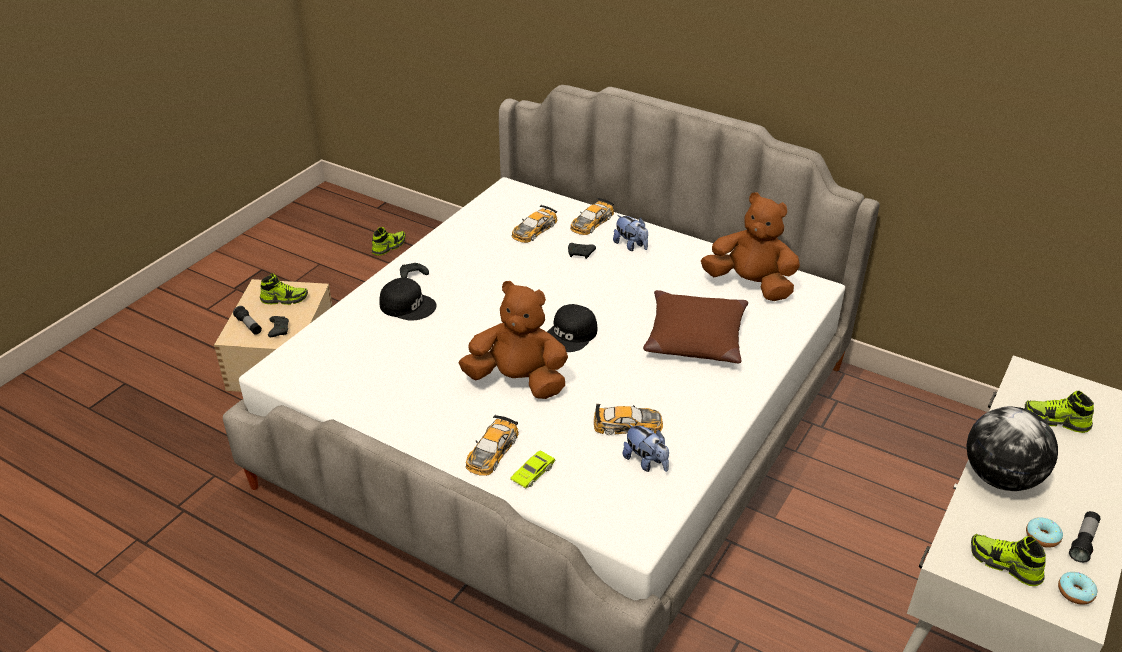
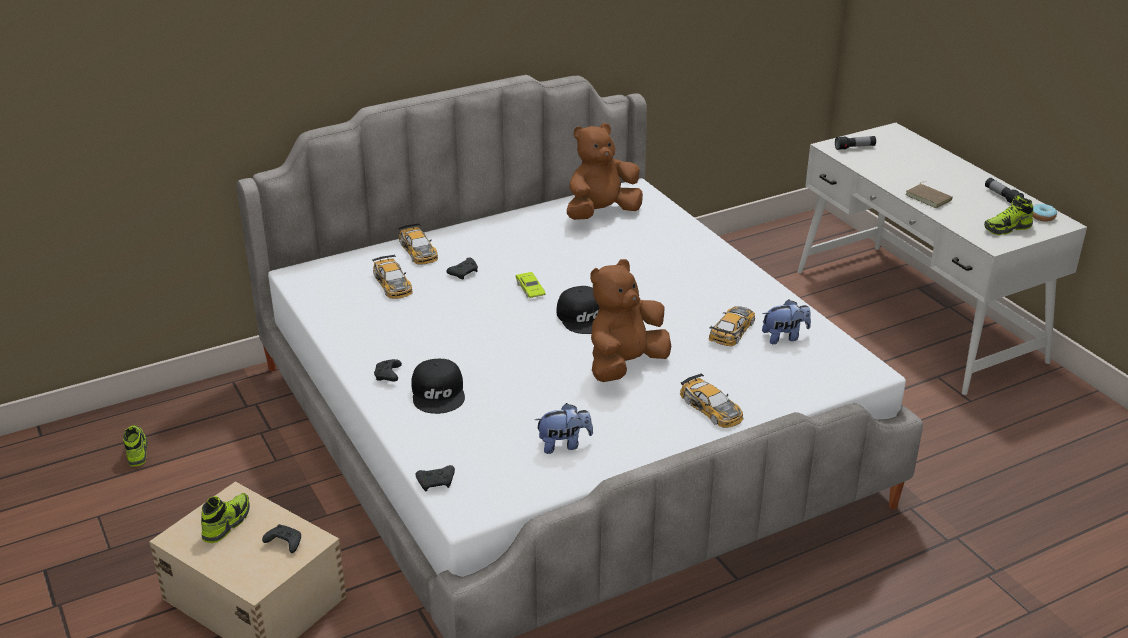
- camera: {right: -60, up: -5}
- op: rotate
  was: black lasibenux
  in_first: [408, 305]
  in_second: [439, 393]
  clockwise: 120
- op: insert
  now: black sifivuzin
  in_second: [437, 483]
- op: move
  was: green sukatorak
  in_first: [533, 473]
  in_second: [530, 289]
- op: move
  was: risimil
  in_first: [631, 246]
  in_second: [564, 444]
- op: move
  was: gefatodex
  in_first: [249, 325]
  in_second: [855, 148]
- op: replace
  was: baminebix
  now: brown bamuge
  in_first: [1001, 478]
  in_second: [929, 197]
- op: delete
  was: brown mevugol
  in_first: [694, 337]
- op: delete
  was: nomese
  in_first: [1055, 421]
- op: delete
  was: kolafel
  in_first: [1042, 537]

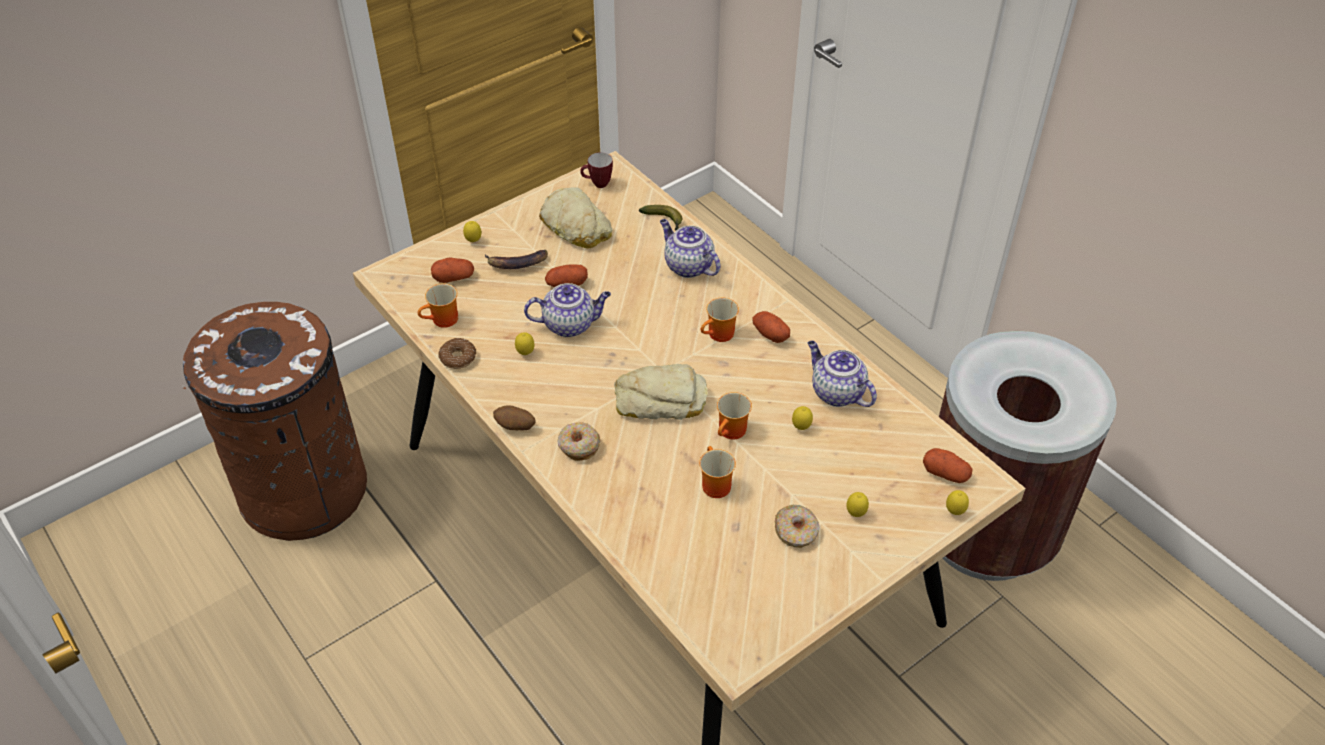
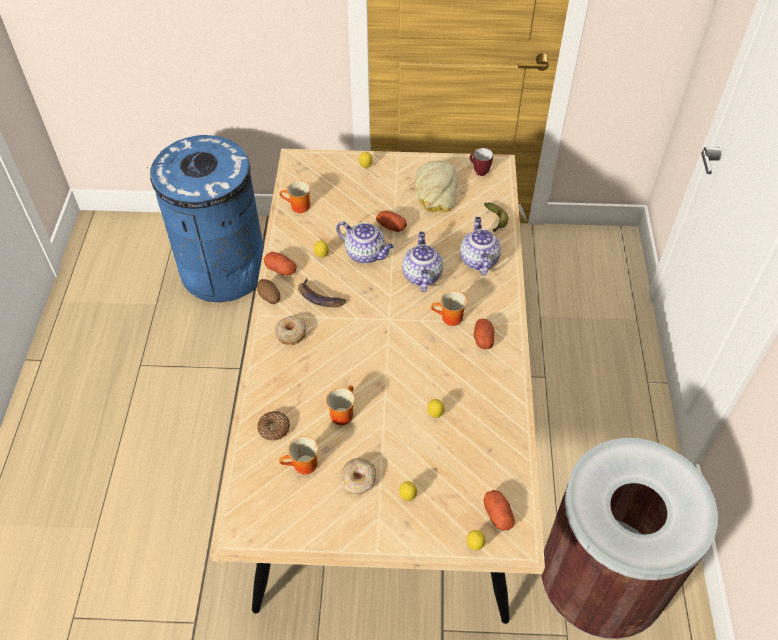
- camera: {right: 40, up: 5}
- op: recolor
  was: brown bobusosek
  now: blue bobusosek
  in_first: [304, 490]
  in_second: [223, 270]
- op: move
  was: kolafel
  in_first: [458, 358]
  in_second: [274, 428]
- op: move
  was: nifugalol
  in_first: [454, 277]
  in_second: [281, 269]
- op: move
  was: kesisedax
  in_first: [732, 432]
  in_second: [303, 466]
- op: move
  was: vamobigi
  in_first: [516, 263]
  in_second: [319, 298]
- op: move
  was: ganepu
  in_first: [836, 392]
  in_second: [421, 275]
- op: delete
  was: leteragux
  in_first: [660, 399]

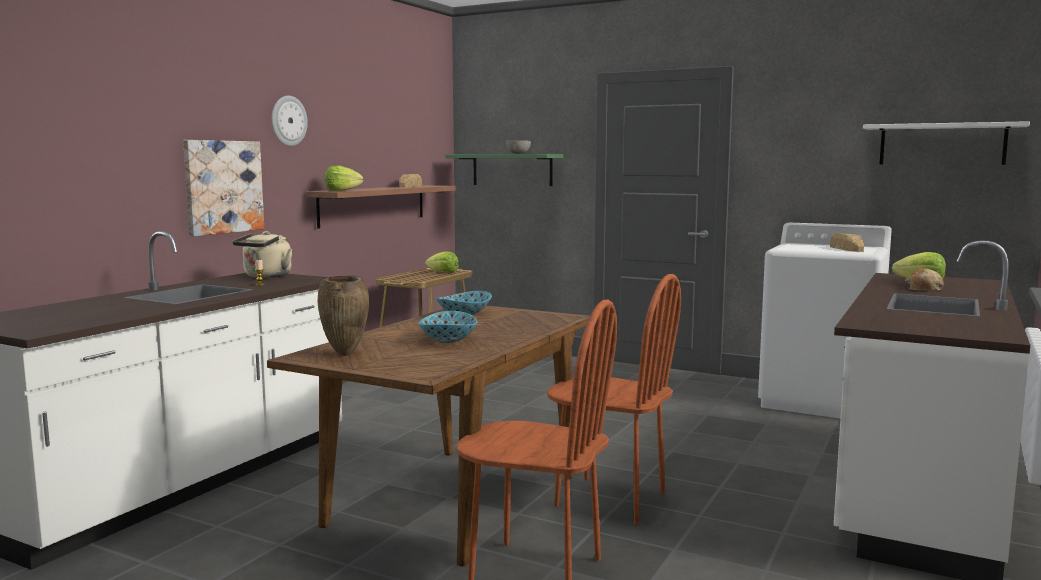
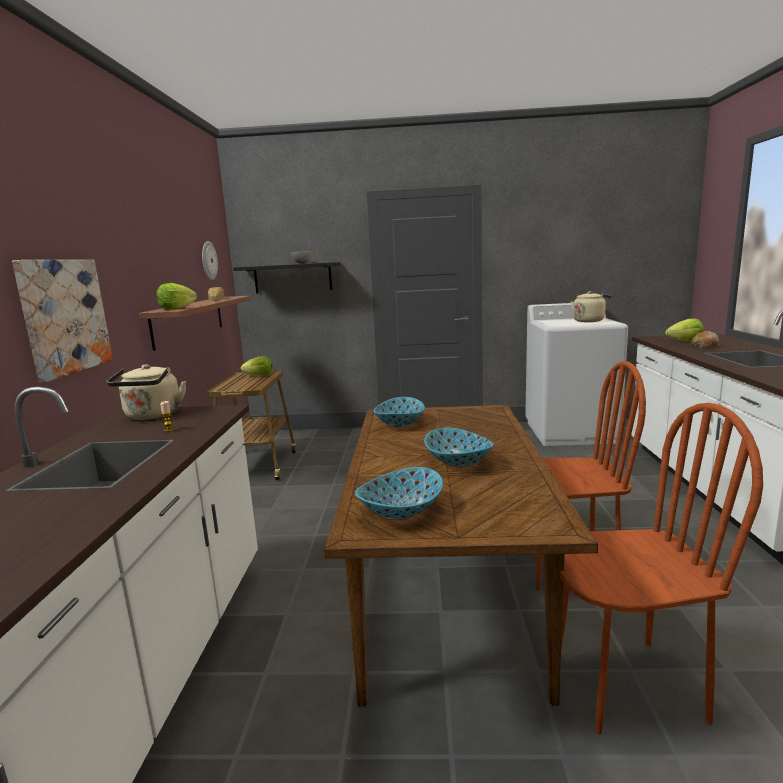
- camera: {right: -25, up: 5}
- op: move
  was: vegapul
  in_first: [288, 121]
  in_second: [208, 260]
- op: recolor
  was: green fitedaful
  now: black fitedaful
  in_first: [512, 170]
  in_second: [293, 278]
- op: replace
  was: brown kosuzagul
  now: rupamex
  in_first: [346, 354]
  in_second: [401, 512]
- op: replace
  was: leteragux
  now: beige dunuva
  in_first: [846, 248]
  in_second: [589, 321]
- op: delete
  was: white fitedaful
  in_first: [942, 144]

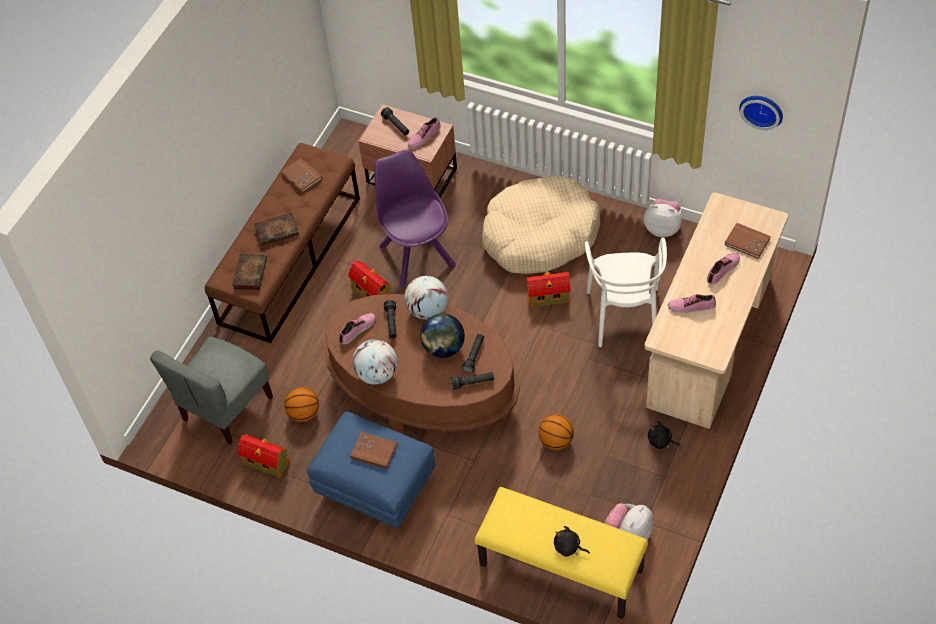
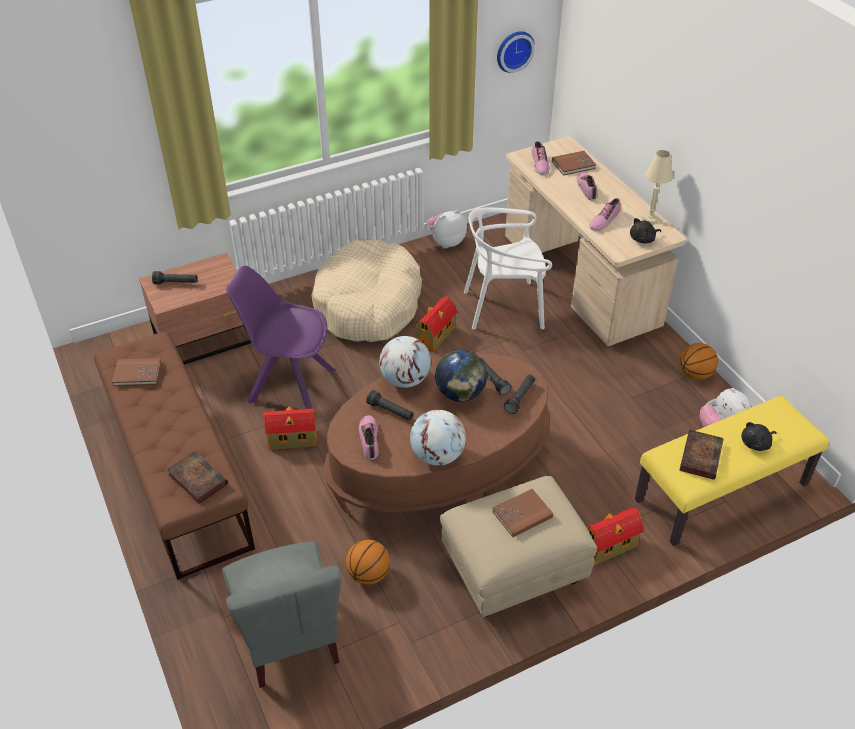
- camera: {right: -55, up: -10}
- op: recolor
  was: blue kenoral
  now: beige kenoral
  in_first: [375, 487]
  in_second: [512, 571]
- op: rotate
  was: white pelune
  in_first: [624, 316]
  in_second: [504, 307]
  clockwise: 135
- op: move
  was: nomese
  in_first: [424, 136]
  in_second: [539, 163]
- op: move
  was: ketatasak
  in_first: [267, 463]
  in_second: [610, 546]
- op: move
  was: black risimil
  in_first: [661, 441]
  in_second: [643, 239]
- op: insert
  now: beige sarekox
  in_second: [650, 219]
- op: move
  was: bamuge
  in_first: [278, 230]
  in_second: [700, 455]
- op: move
  was: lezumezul
  in_first: [556, 441]
  in_second: [695, 374]

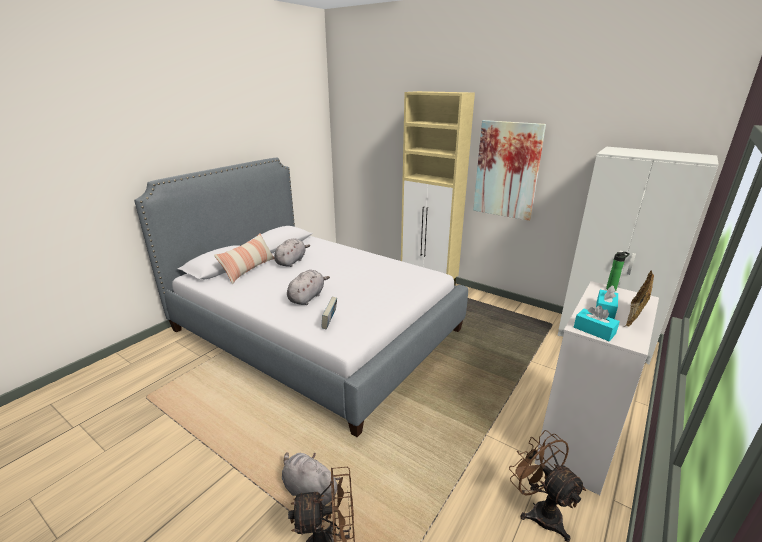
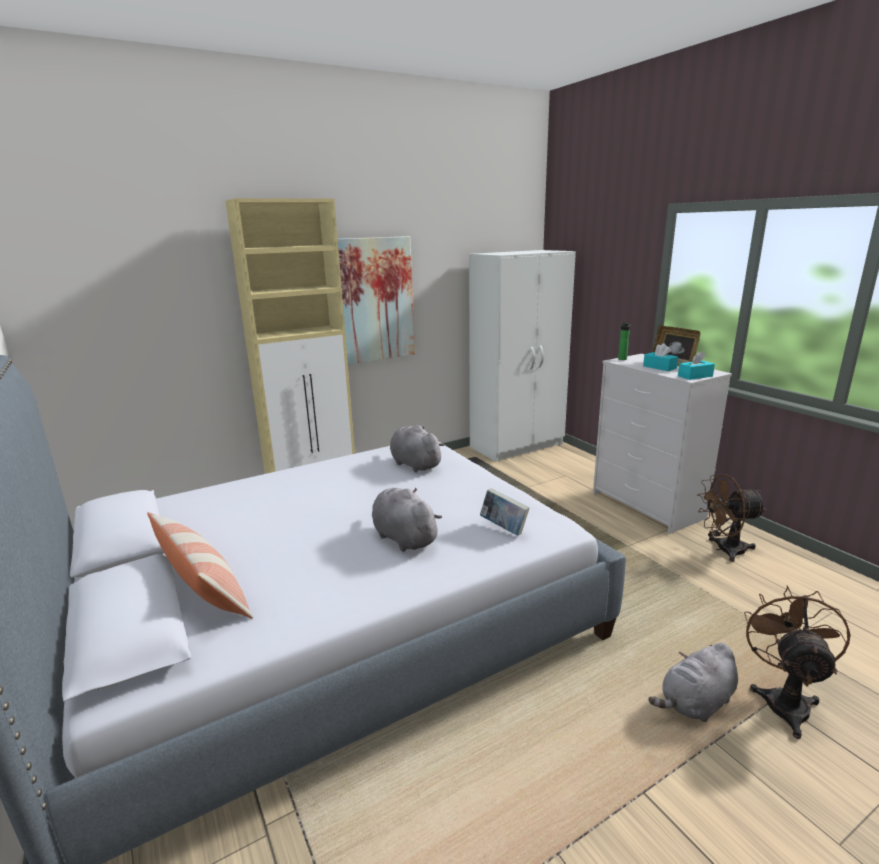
- camera: {right: -65, up: -5}
- op: move
  was: grey risimil
  in_first: [291, 261]
  in_second: [414, 464]

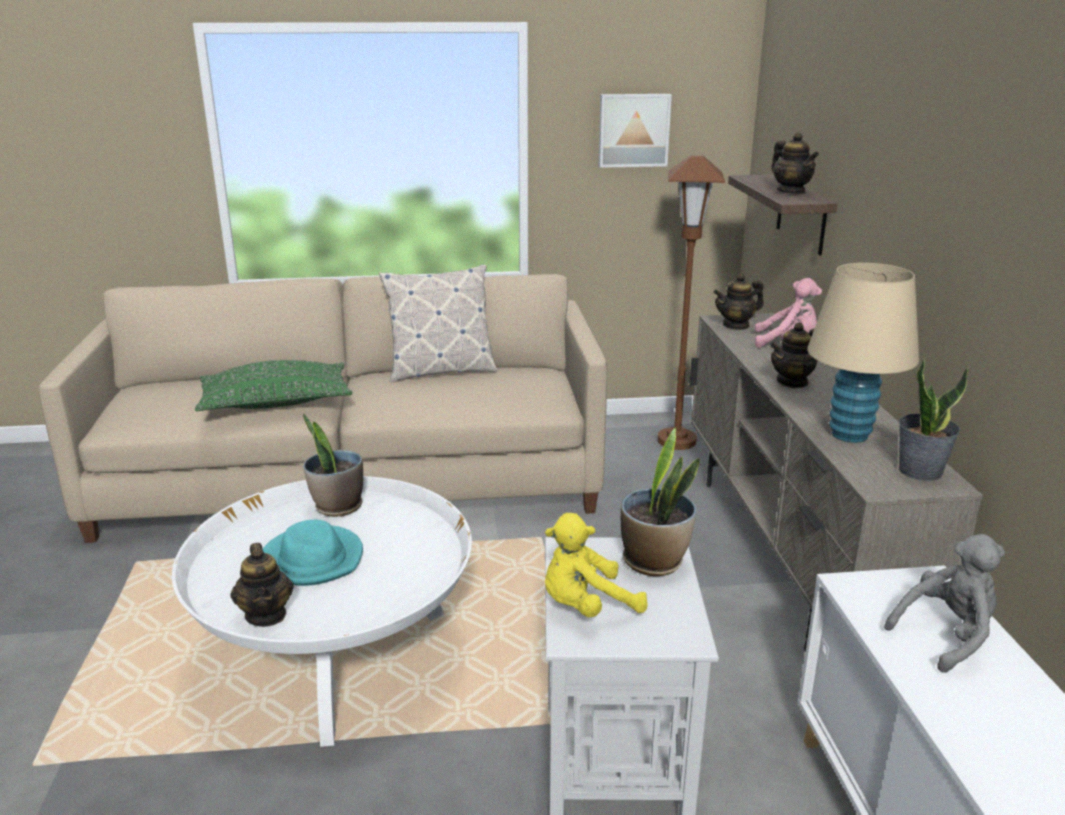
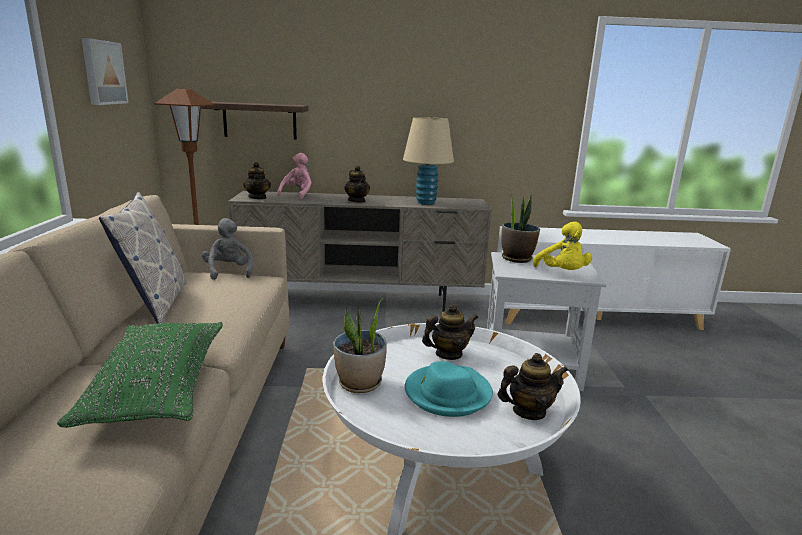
- camera: {right: -85, up: -5}
- op: move
  was: grey risimil
  in_first: [946, 636]
  in_second: [228, 272]
- op: move
  was: ganepu
  in_first: [791, 192]
  in_second: [448, 354]
- op: delete
  was: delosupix
  in_first: [919, 471]

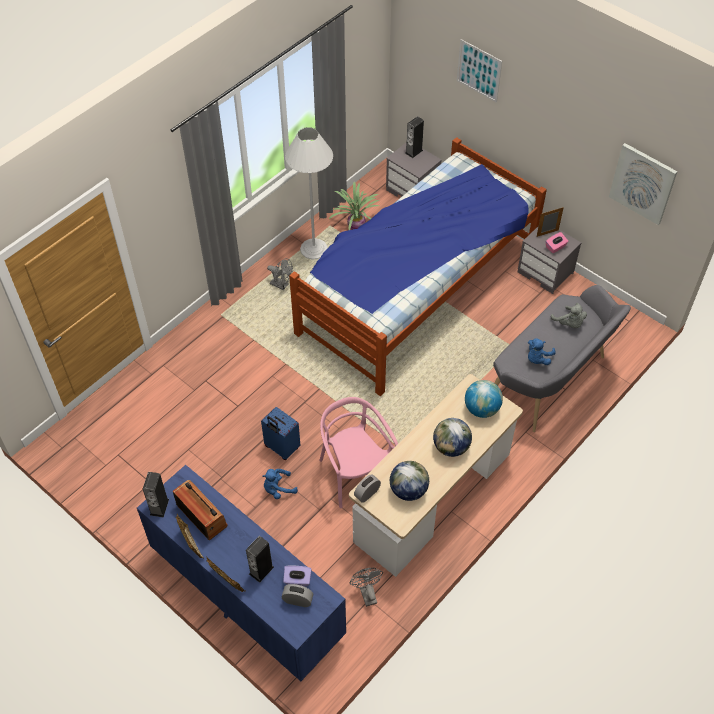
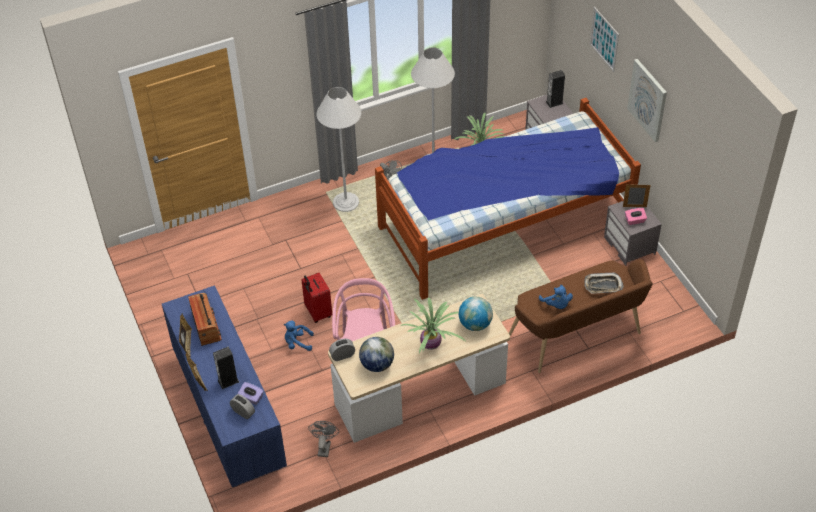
- camera: {right: 25, up: -5}
- op: recolor
  was: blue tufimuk
  now: red tufimuk
  in_first: [281, 448]
  in_second: [317, 312]
- op: insert
  now: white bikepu
  in_second: [346, 202]
- op: replace
  was: baminebix
  now: delosupix
  in_first: [451, 447]
  in_second: [431, 345]
- op: recolor
  was: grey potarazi
  now: brown potarazi
  in_first: [550, 382]
  in_second: [579, 338]
- op: rotate
  was: blue risimil
  in_first: [537, 358]
  in_second: [556, 304]
  clockwise: -90
- op: replace
  was: grey risimil
  now: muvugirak
  in_first: [569, 323]
  in_second: [603, 285]
- op: move
  was: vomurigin
  in_first: [643, 183]
  in_second: [648, 100]
- op: delete
  was: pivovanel
  in_first: [159, 507]

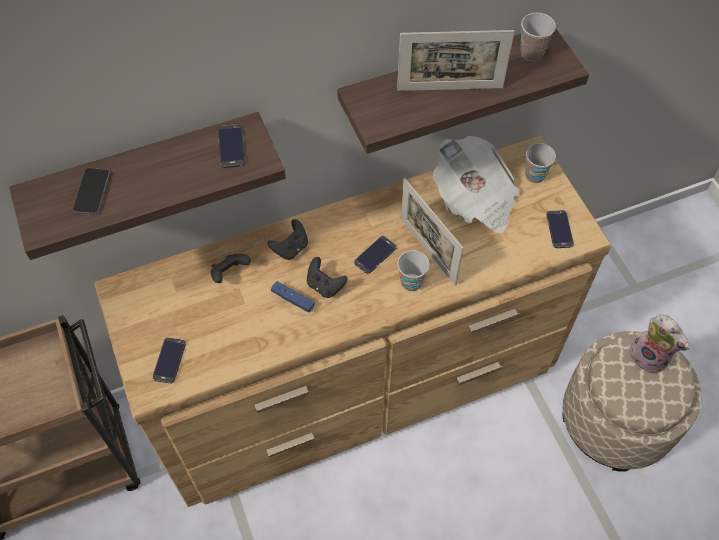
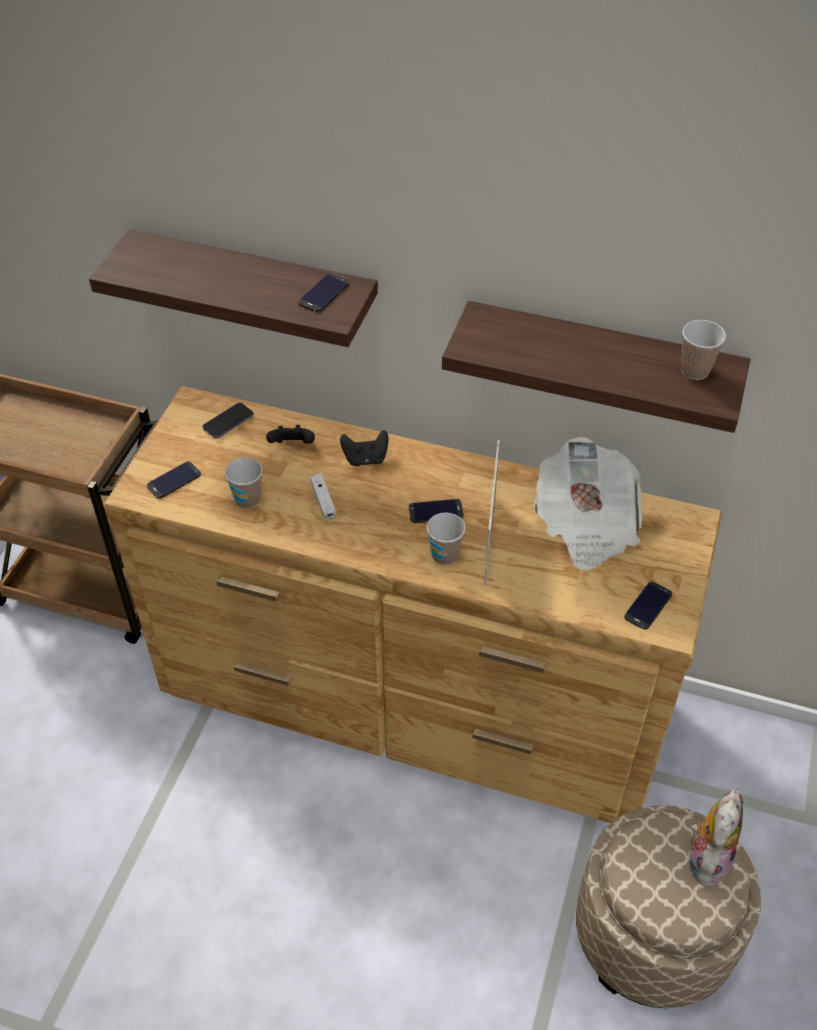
- camera: {right: 40, up: -10}
- op: move
  was: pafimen
  in_first: [92, 192]
  in_second: [228, 422]
- op: move
  was: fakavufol
  in_first: [535, 175]
  in_second: [248, 499]
- op: recolor
  was: blue sifivuzin
  now: white sifivuzin
  in_first: [293, 299]
  in_second: [323, 500]
- op: rotate
  was: risimil
  in_first: [650, 357]
  in_second: [706, 857]
  clockwise: -150
- op: delete
  was: black sifivuzin
  in_first: [325, 285]
- op: delete
  was: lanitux
  in_first: [450, 89]

